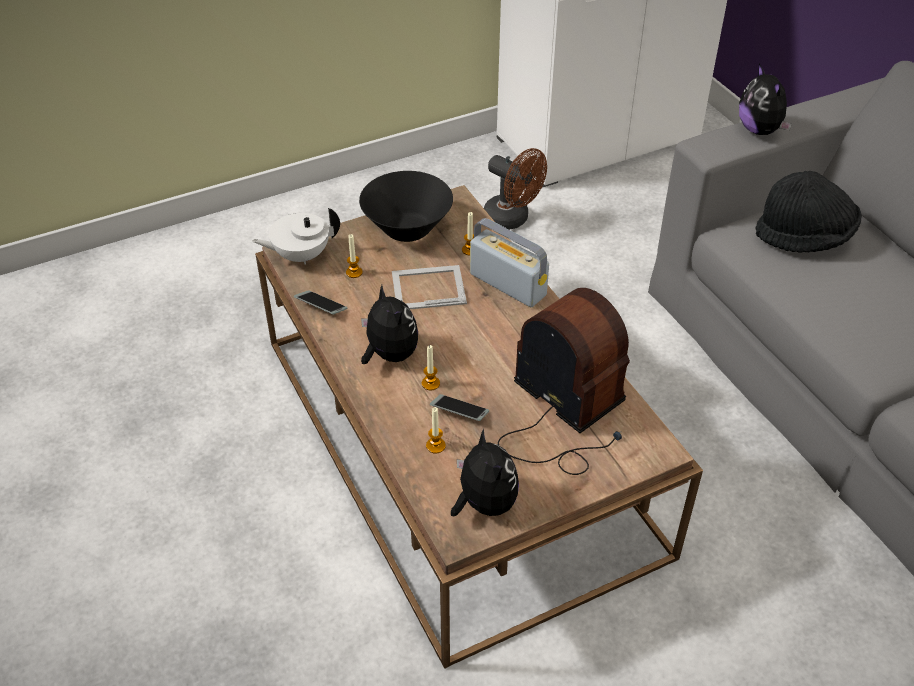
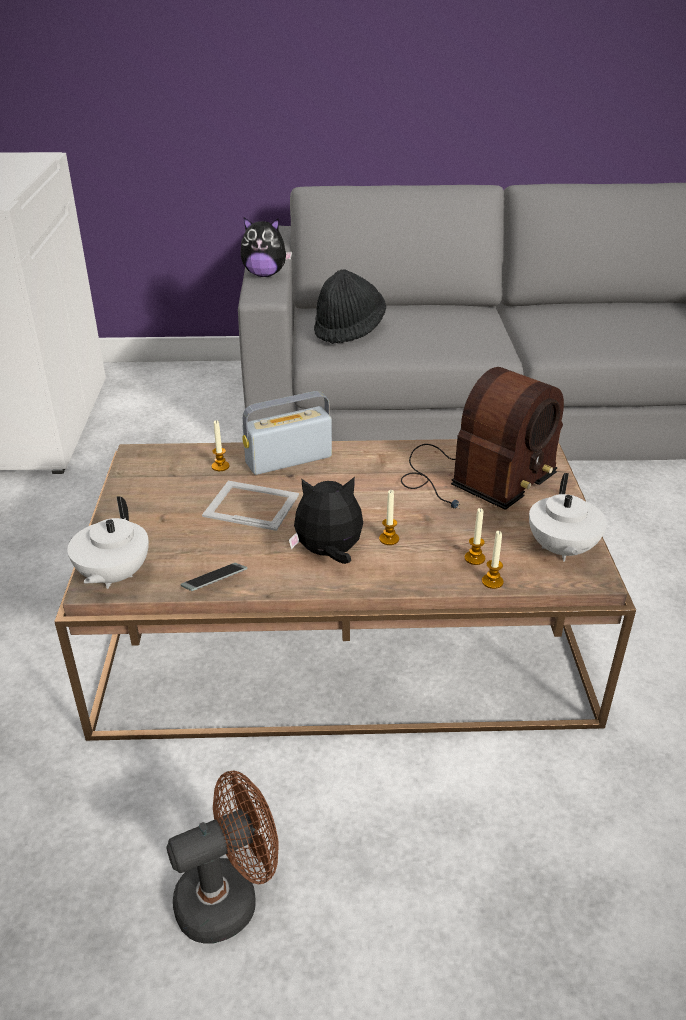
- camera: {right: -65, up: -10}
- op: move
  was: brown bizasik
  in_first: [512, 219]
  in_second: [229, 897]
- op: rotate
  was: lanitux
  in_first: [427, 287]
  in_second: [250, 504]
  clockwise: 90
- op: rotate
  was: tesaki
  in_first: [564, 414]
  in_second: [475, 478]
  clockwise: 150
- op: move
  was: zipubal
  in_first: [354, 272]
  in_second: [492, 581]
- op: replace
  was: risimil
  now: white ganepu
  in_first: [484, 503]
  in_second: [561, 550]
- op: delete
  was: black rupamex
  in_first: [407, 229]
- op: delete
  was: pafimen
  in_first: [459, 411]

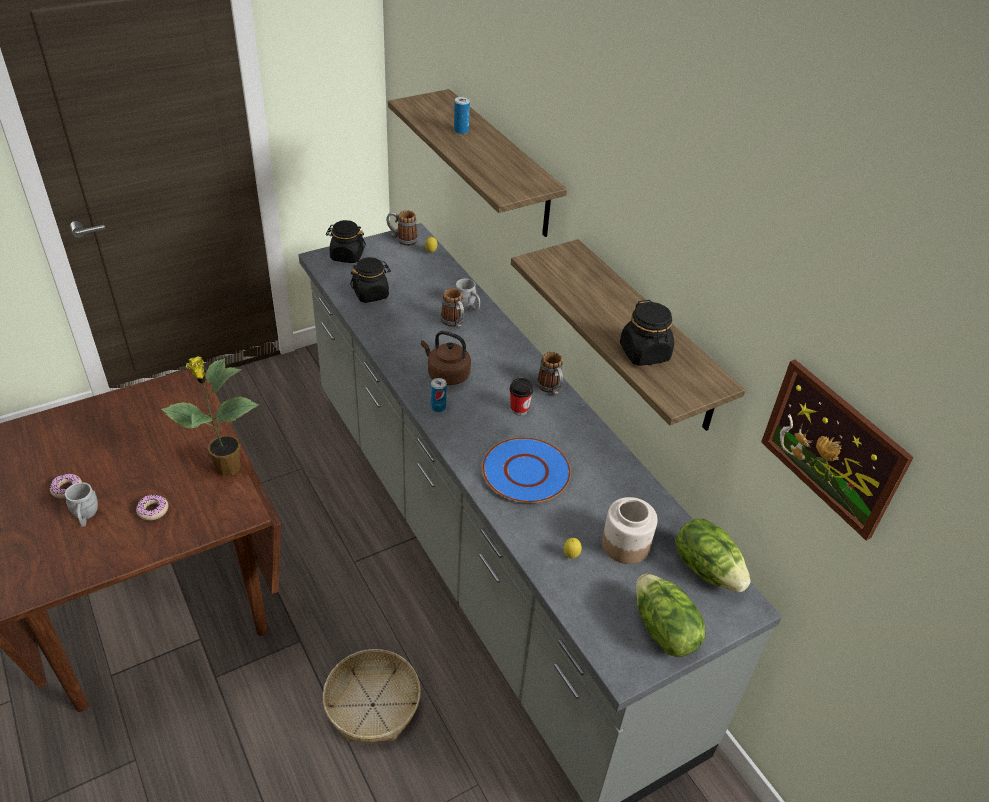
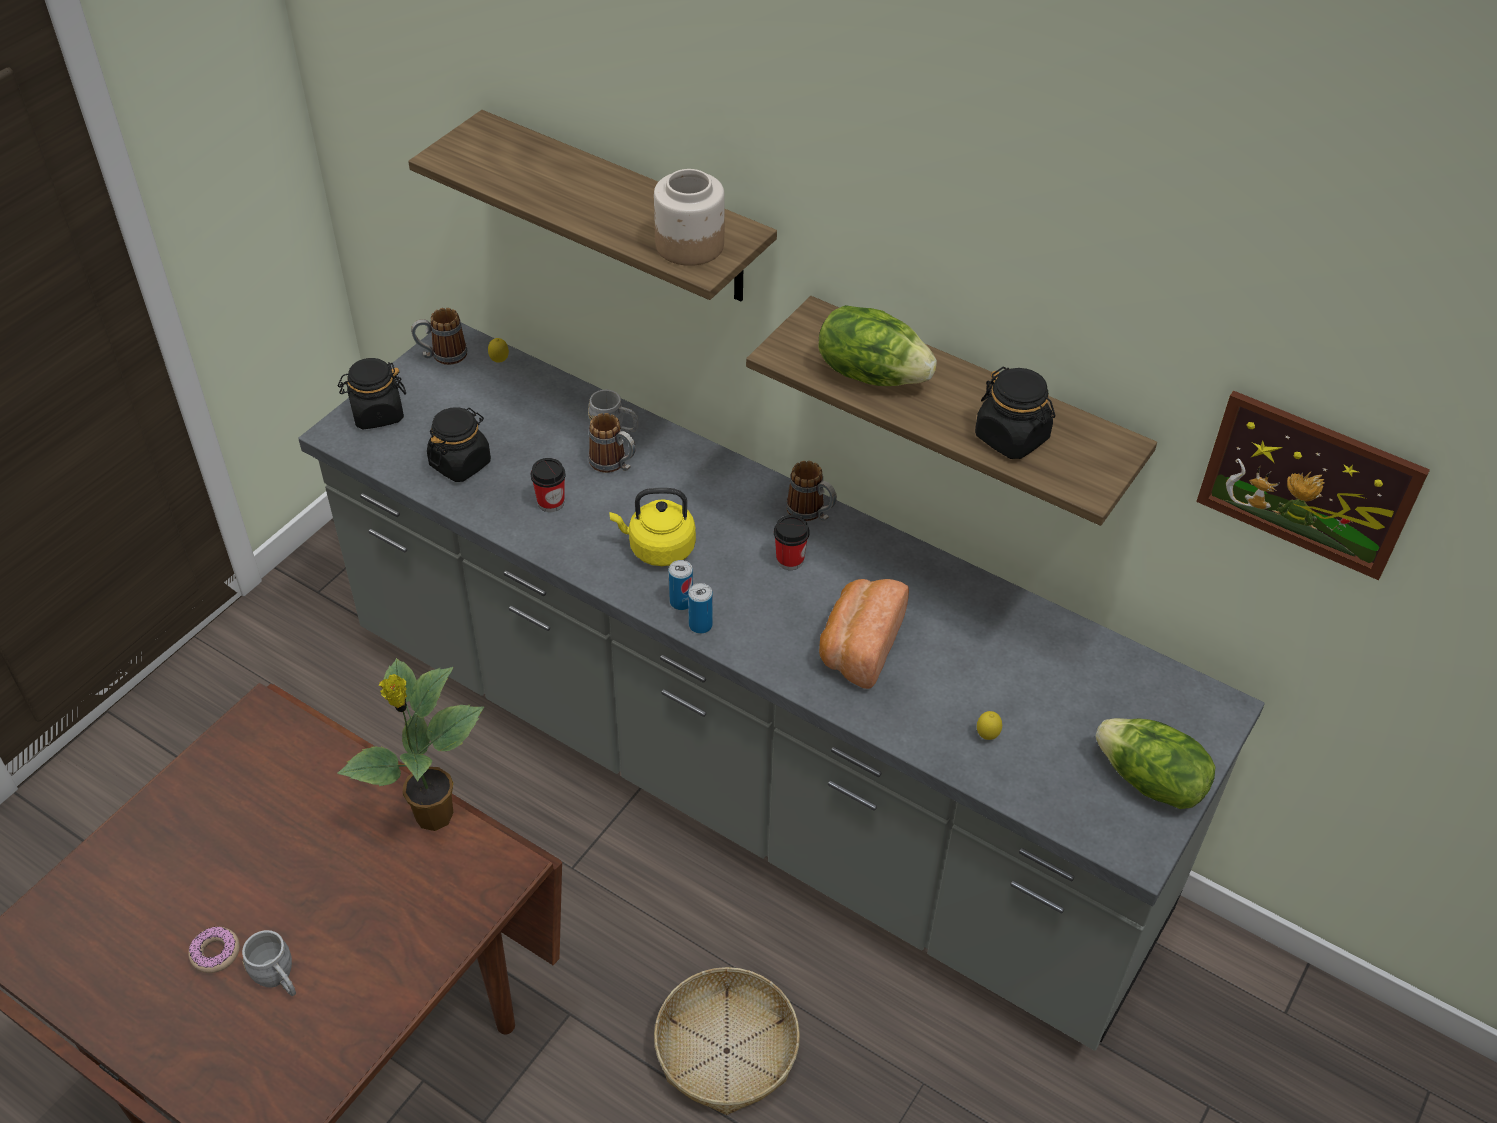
- camera: {right: -25, up: 5}
- op: insert
  now: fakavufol
  in_second: [551, 502]
- op: recolor
  was: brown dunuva
  now: yellow dunuva
  in_first: [446, 374]
  in_second: [658, 548]
- op: move
  was: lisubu
  in_first: [625, 545]
  in_second: [689, 245]
- op: move
  was: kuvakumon
  in_first: [461, 131]
  in_second: [700, 625]
- op: move
  was: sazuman
  in_first: [707, 569]
  in_second: [871, 373]
- op: replace
  was: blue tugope
  now: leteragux
  in_first: [526, 472]
  in_second: [859, 646]
- op: delete
  was: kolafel
  in_first: [153, 510]

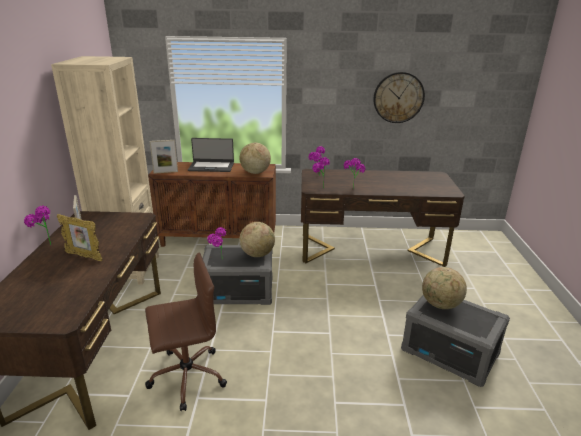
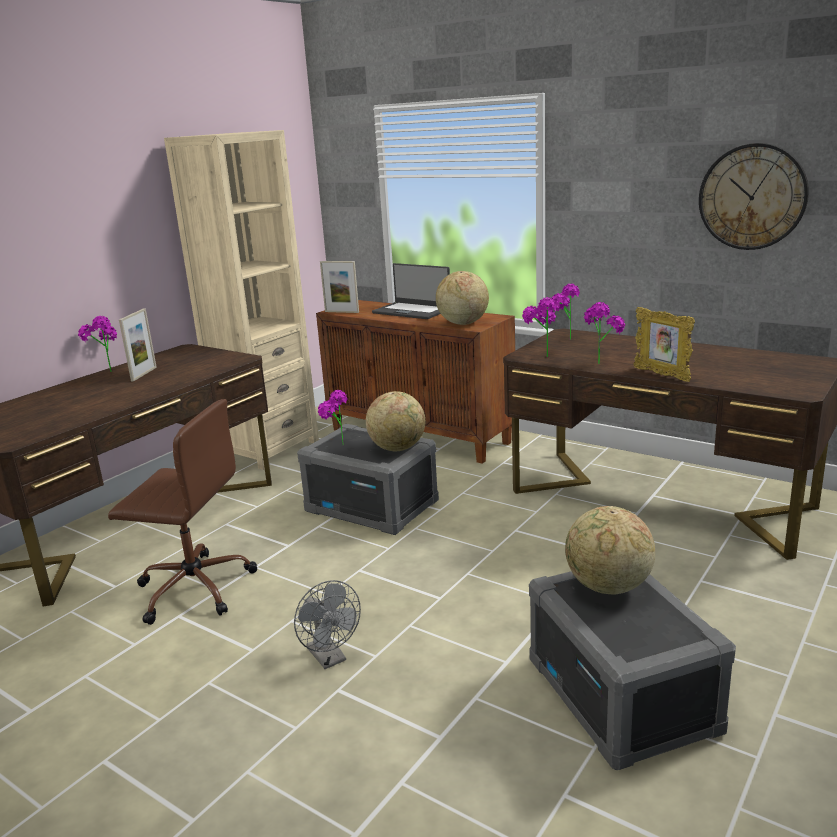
- camera: {right: 35, up: -5}
- op: insert
  now: grey bizasik
  in_second: [330, 658]
- op: move
  was: lanitux
  in_first: [84, 256]
  in_second: [662, 375]

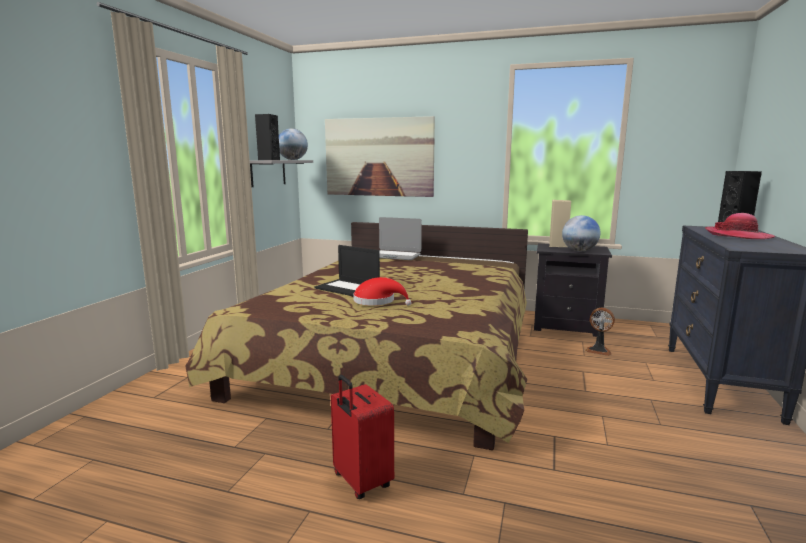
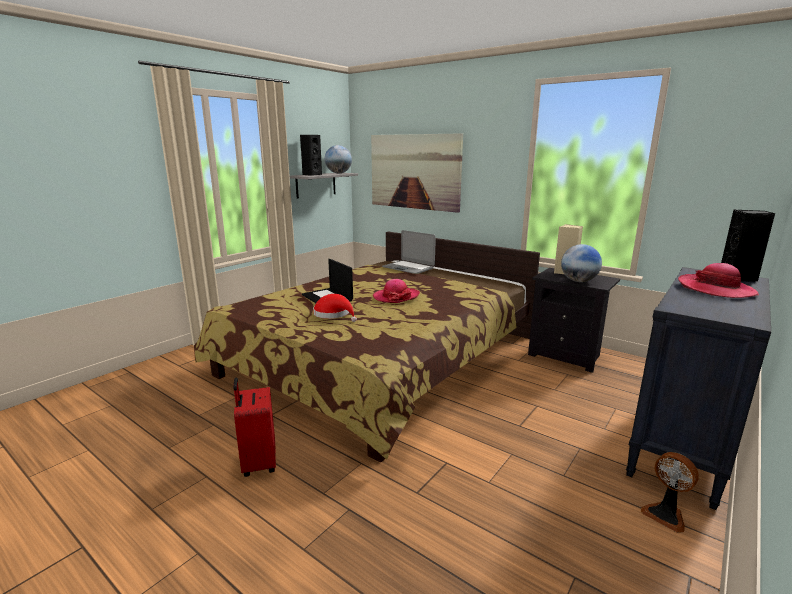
- camera: {right: 20, up: 5}
- op: insert
  now: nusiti
  in_second: [396, 297]
- op: move
  was: bizasik
  in_first: [598, 350]
  in_second: [665, 514]

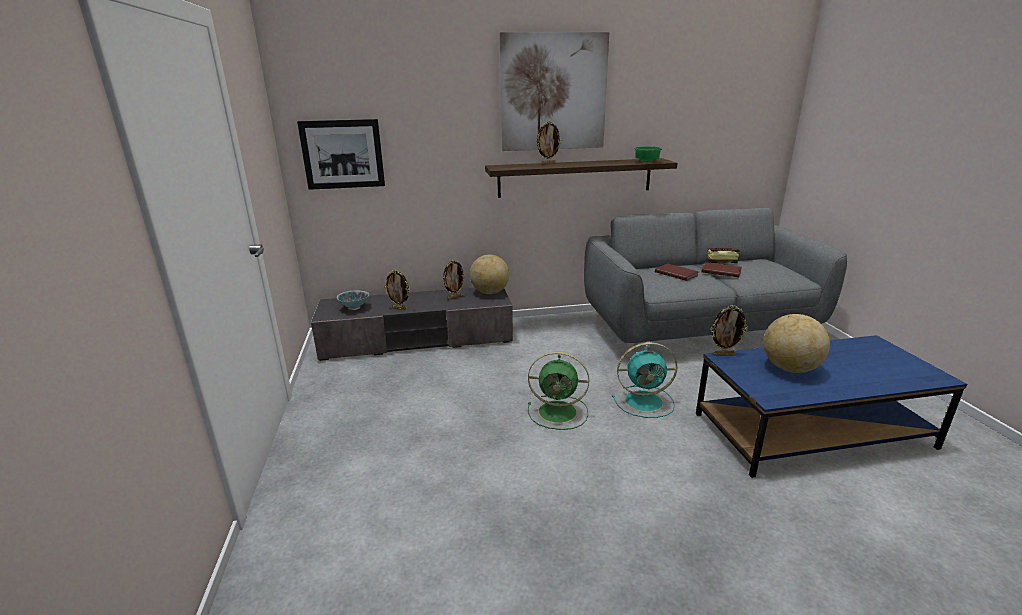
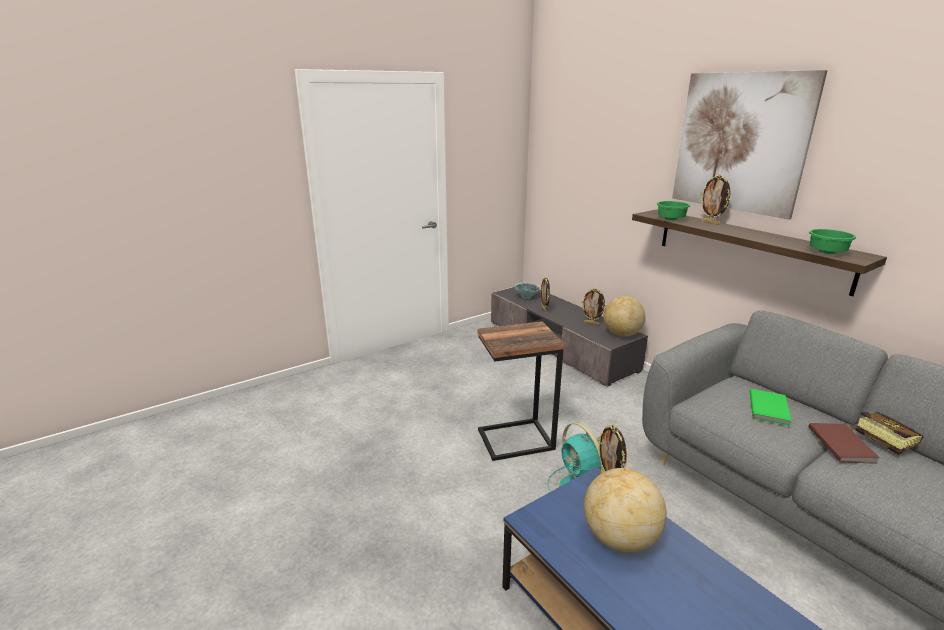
- camera: {right: 65, up: 0}
- op: replace
  was: green bizasik
  now: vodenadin
  in_first: [559, 412]
  in_second: [516, 440]
- op: insert
  now: green rupamex
  in_second: [671, 219]
- op: recolor
  was: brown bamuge
  now: green bamuge
  in_first: [676, 273]
  in_second: [770, 408]
- op: delete
  was: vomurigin
  in_first: [342, 154]

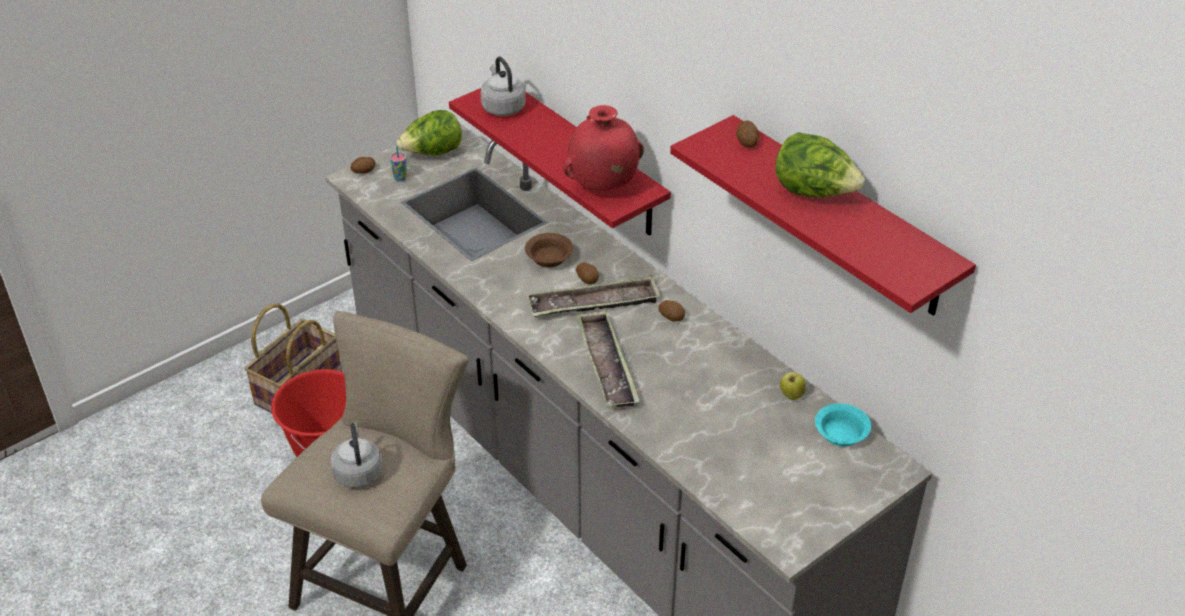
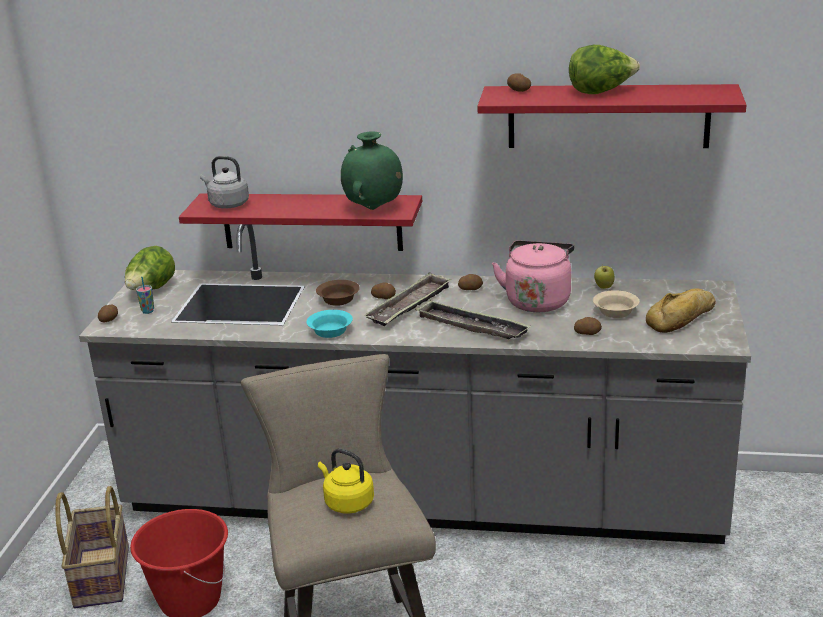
- camera: {right: -40, up: -15}
- op: move
  was: turquoise rupamex
  in_first: [842, 434]
  in_second: [331, 331]
- op: recolor
  was: grey dunuva
  now: yellow dunuva
  in_first: [358, 472]
  in_second: [347, 502]
- op: recolor
  was: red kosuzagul
  now: green kosuzagul
  in_first: [602, 186]
  in_second: [374, 209]
- op: insert
  now: pink dunuva
  in_second: [538, 300]
- op: insert
  now: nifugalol
  in_second: [587, 333]
- op: insert
  now: beige rupamex
  in_second: [615, 311]
- op: insert
  now: leteragux
  in_second: [683, 318]

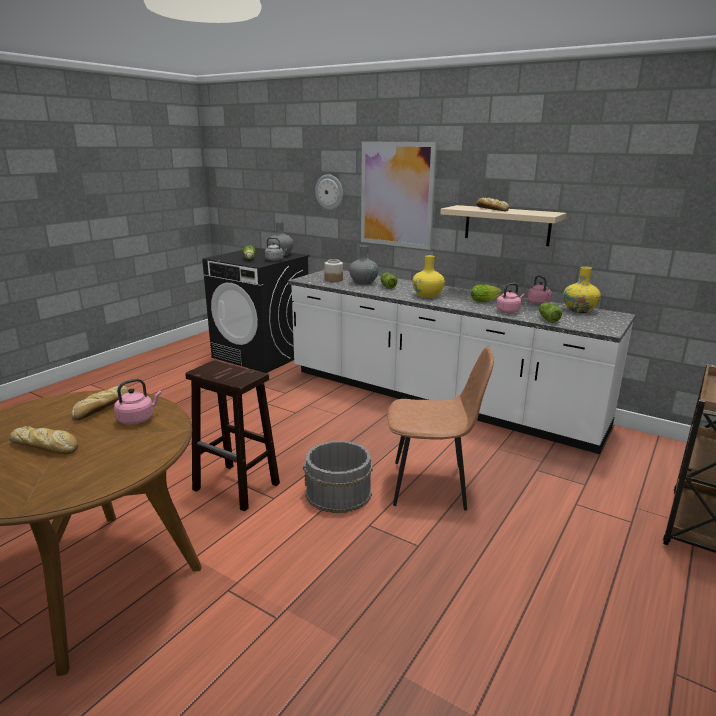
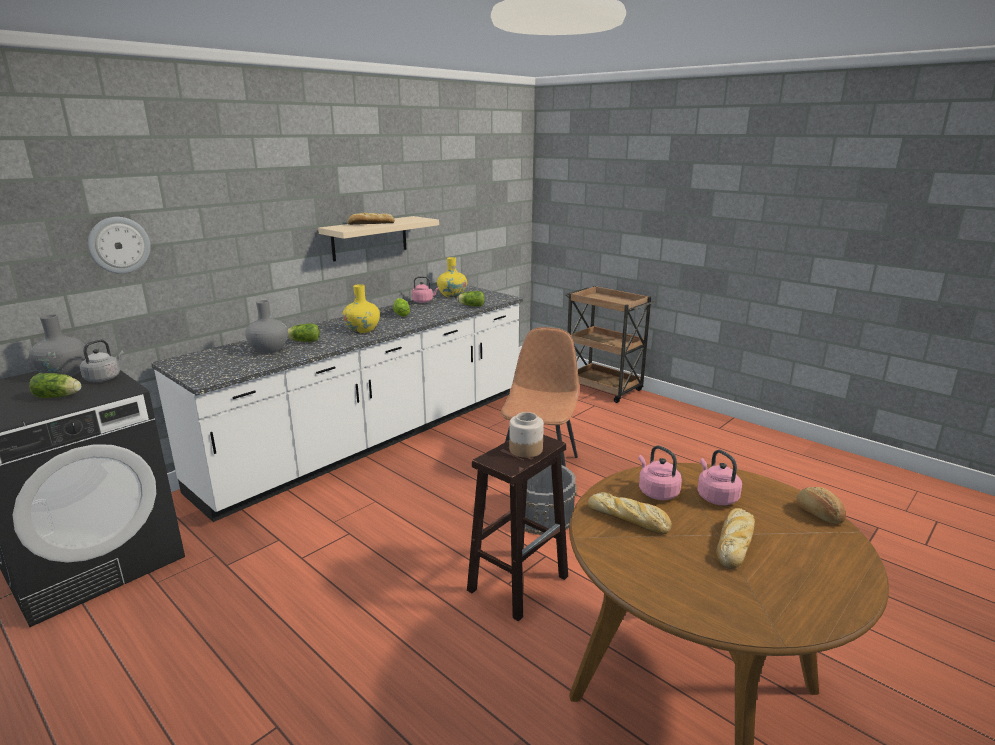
- camera: {right: -80, up: 0}
- op: move
  was: lisubu
  in_first: [333, 279]
  in_second: [525, 450]
- op: move
  was: pink dunuva
  in_first: [508, 311]
  in_second: [715, 497]
- op: insert
  now: leteragux
  in_second: [818, 514]
- op: delete
  was: vomurigin
  in_first: [397, 195]

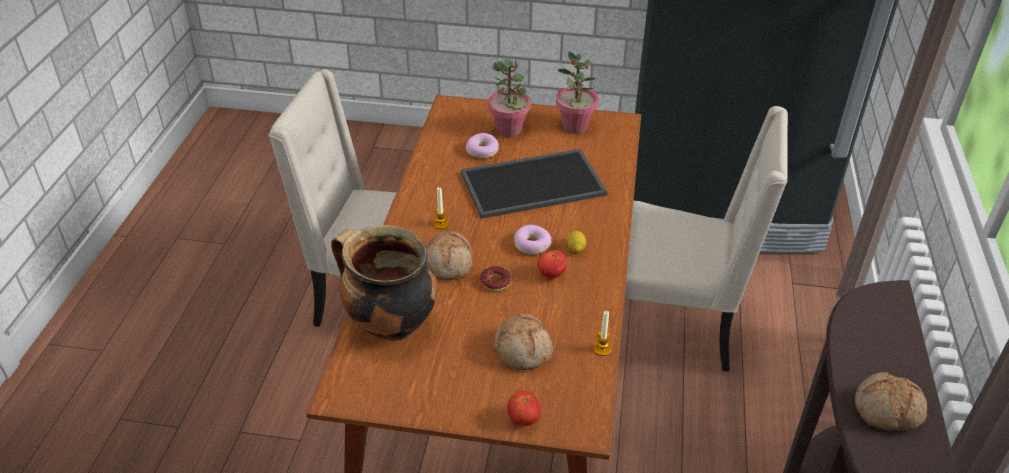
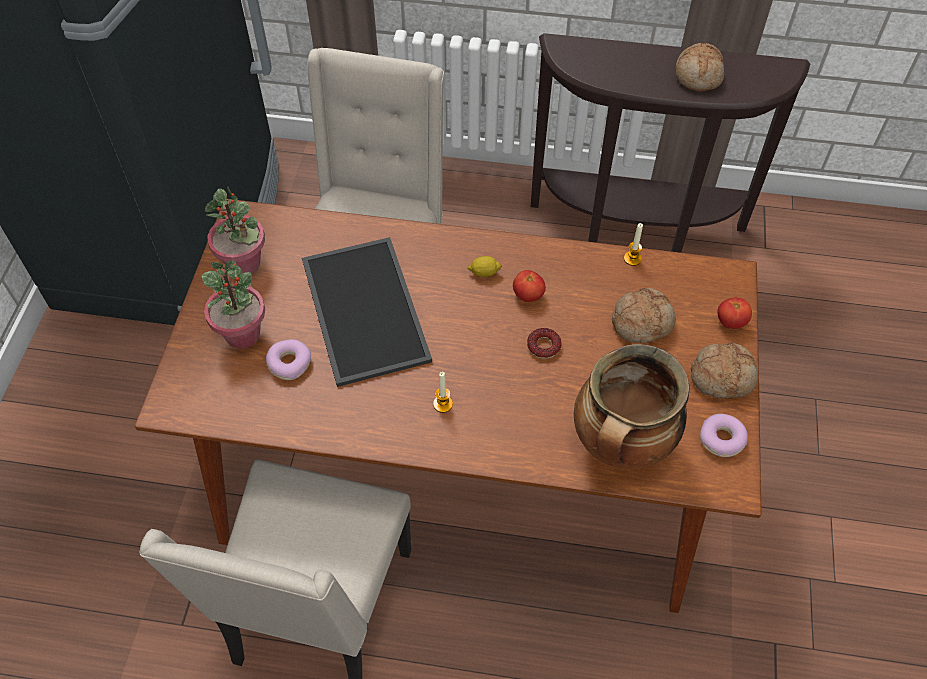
- camera: {right: -90, up: 15}
- op: move
  was: leteragux
  in_first: [448, 264]
  in_second: [722, 376]
- op: move
  was: kolafel
  in_first: [531, 245]
  in_second: [721, 439]

